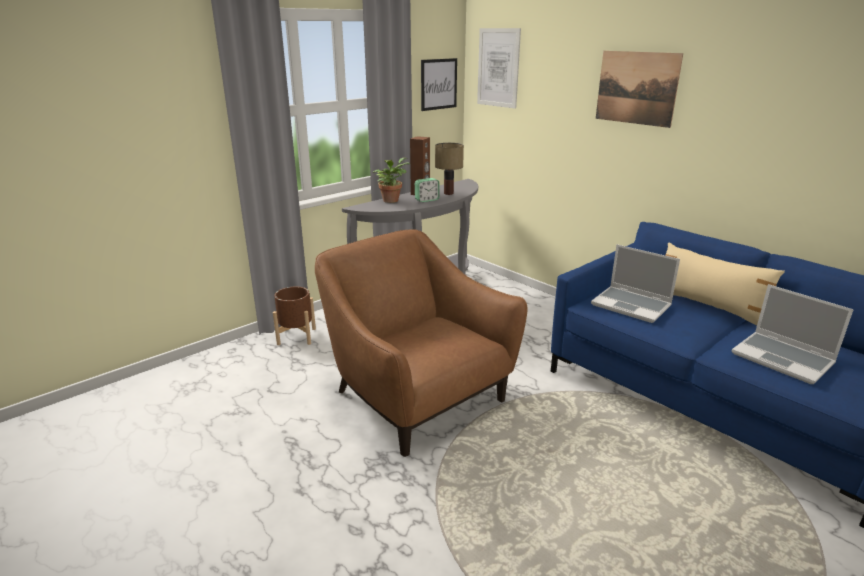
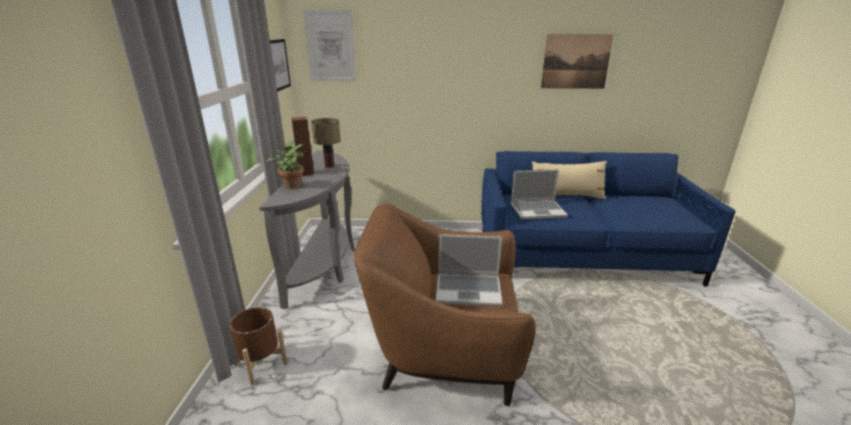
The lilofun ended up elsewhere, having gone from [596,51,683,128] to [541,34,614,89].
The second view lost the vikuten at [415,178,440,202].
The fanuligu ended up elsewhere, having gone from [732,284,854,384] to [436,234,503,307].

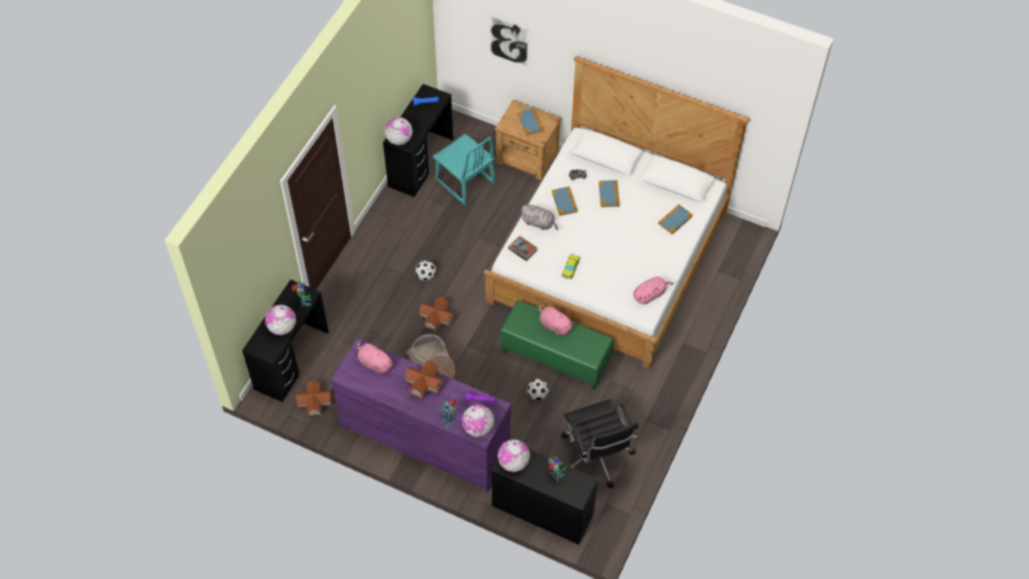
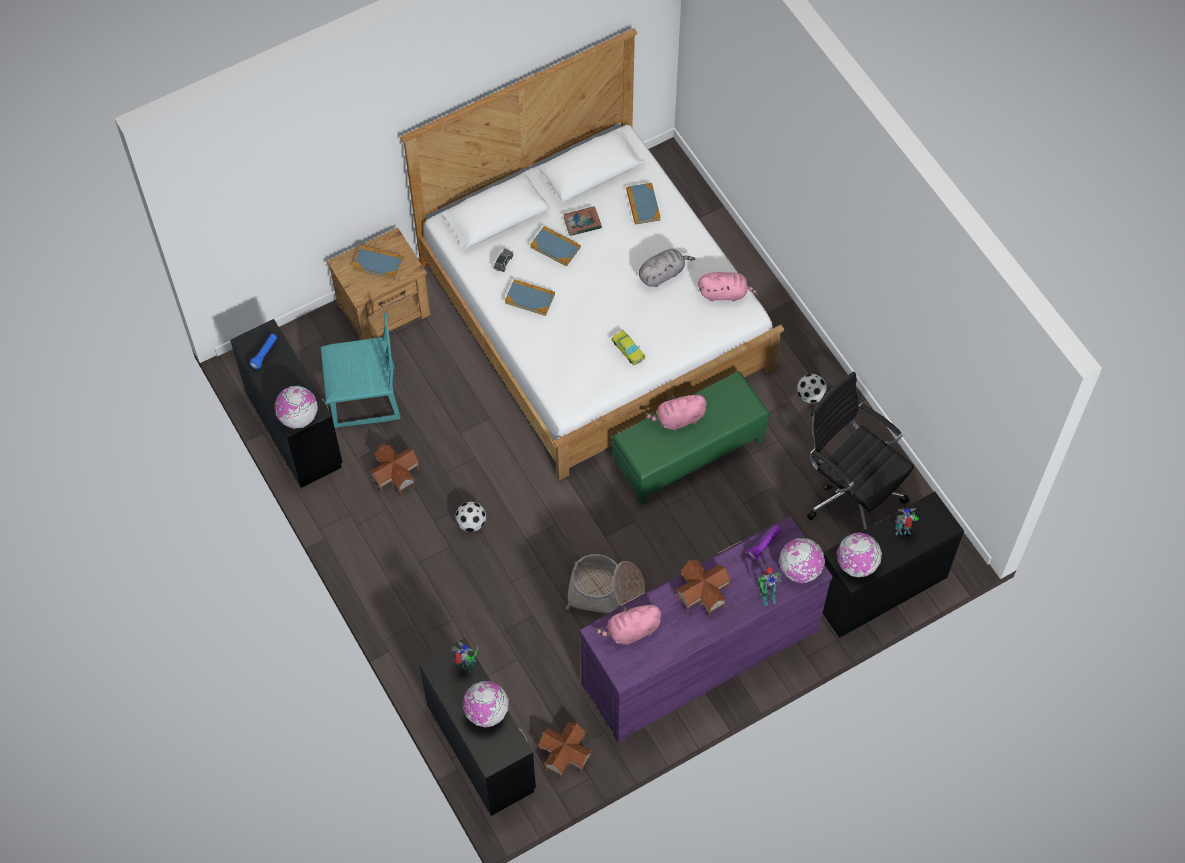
The second view lost the lilofun at [490,15,529,68].
The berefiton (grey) ended up elsewhere, having gone from [520,205,558,230] to [639,249,695,287].
The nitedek ended up elsewhere, having gone from [508,236,538,261] to [563,206,602,236].
The berefiton (pink) at [633,276,674,305] ended up facing another way, 90 degrees clockwise from before.
The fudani ended up elsewhere, having gone from [419,296,454,334] to [369,445,419,496].
The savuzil ended up elsewhere, having gone from [527,379,549,401] to [797,374,827,404].
The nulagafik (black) at [561,399,638,489] ended up facing another way, 150 degrees counterclockwise from before.

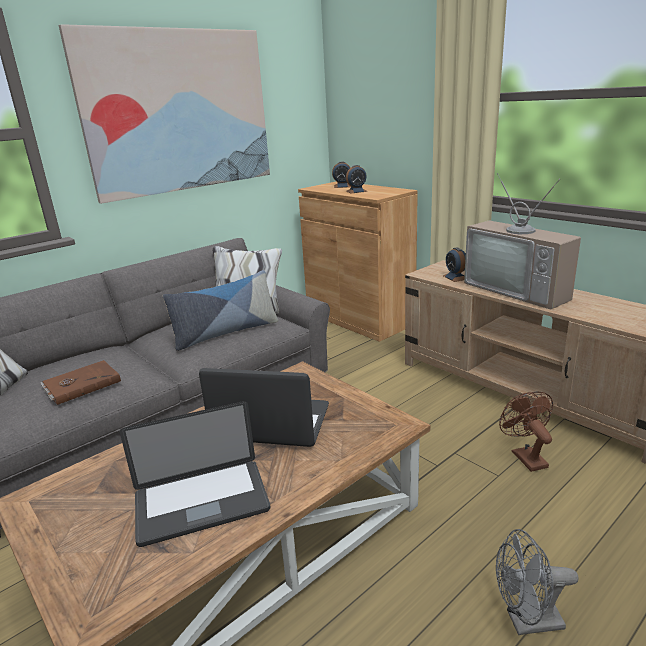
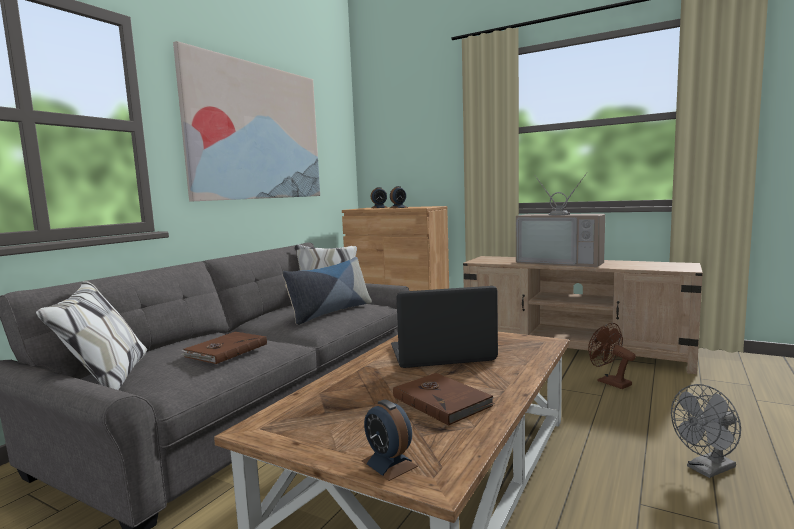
The vikuten ended up elsewhere, having gone from [443,248,466,282] to [362,400,418,481].
Where the fanuligu stood at [120,401,270,547], the nitedek (brown) came to stand at [393,373,495,425].

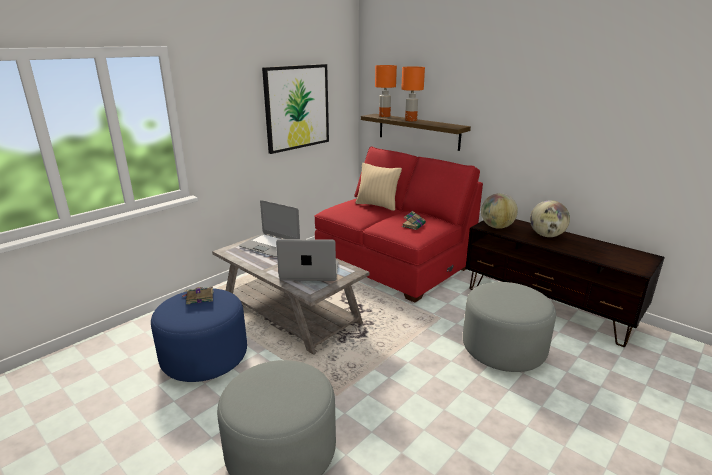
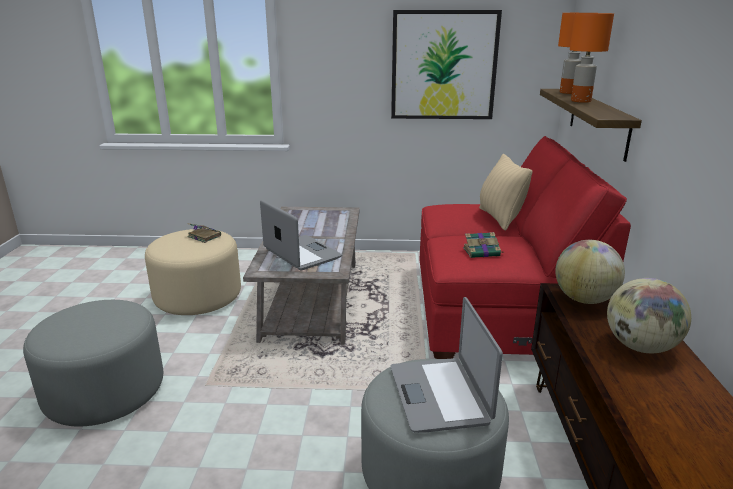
The fanuligu ended up elsewhere, having gone from [239,200,300,257] to [390,297,503,432].
What was the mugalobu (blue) at [151,288,247,382] turned into the mugalobu (beige) at [145,229,241,315].

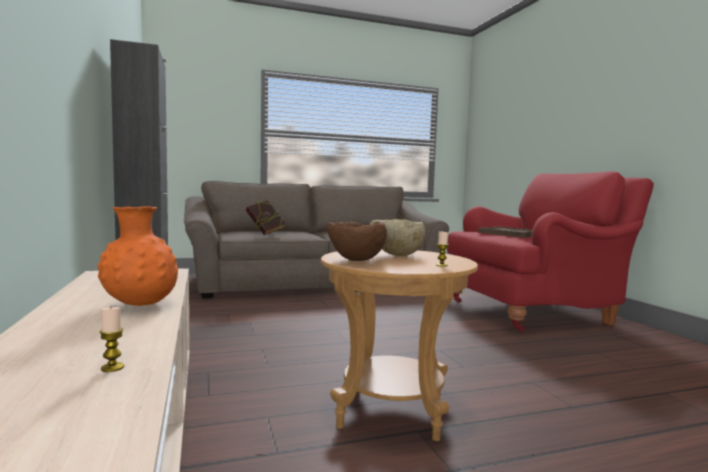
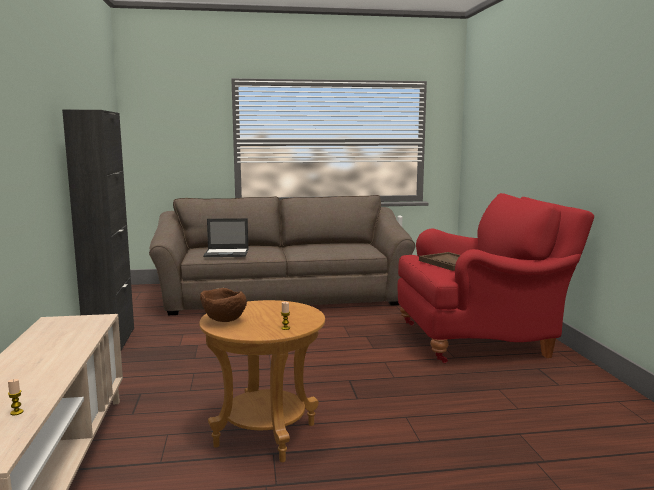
Where the nitedek stood at [246,200,286,235], the fanuligu came to stand at [203,218,248,257].
The second view lost the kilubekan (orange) at [98,206,178,306].
The second view lost the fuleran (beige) at [370,219,425,256].

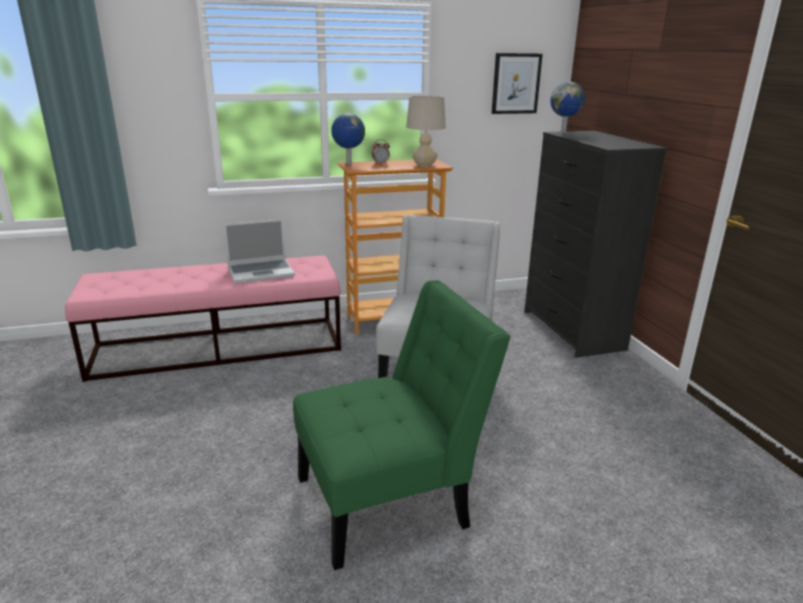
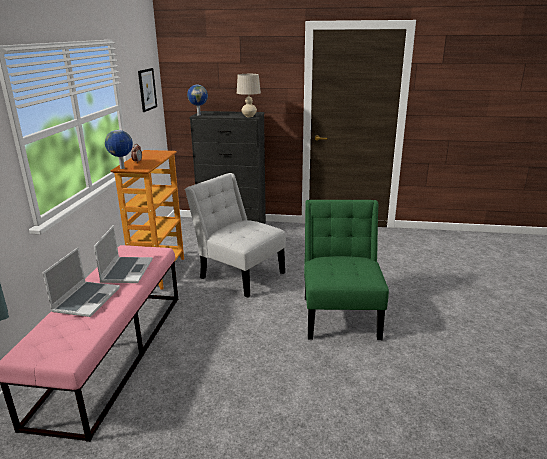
The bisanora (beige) ended up elsewhere, having gone from [406,96,446,167] to [237,74,261,117].
The second view gained the fanuligu at [43,247,120,317].

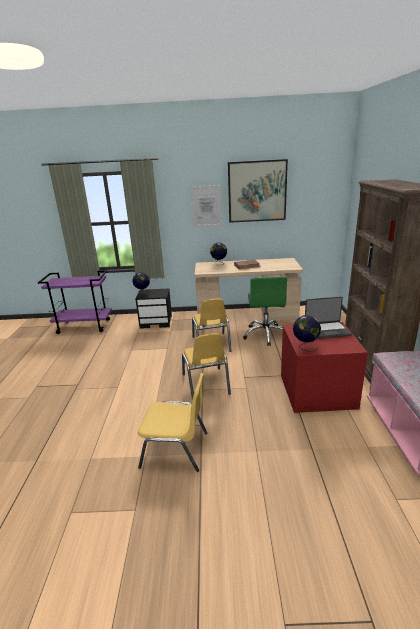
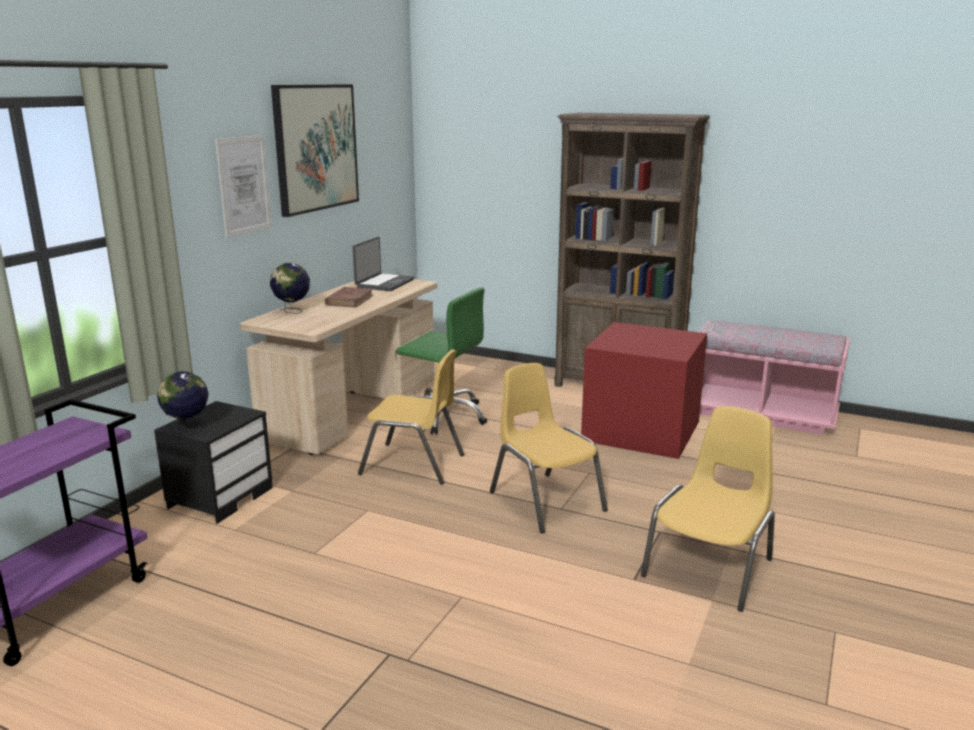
The fanuligu ended up elsewhere, having gone from [305,296,352,339] to [353,237,414,291].
The second view lost the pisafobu at [293,315,321,351].
The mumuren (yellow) at [182,333,231,399] ended up facing another way, 135 degrees counterclockwise from before.

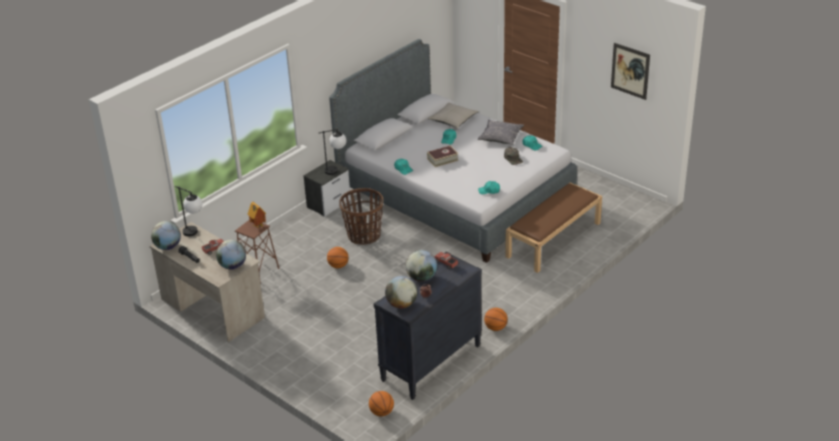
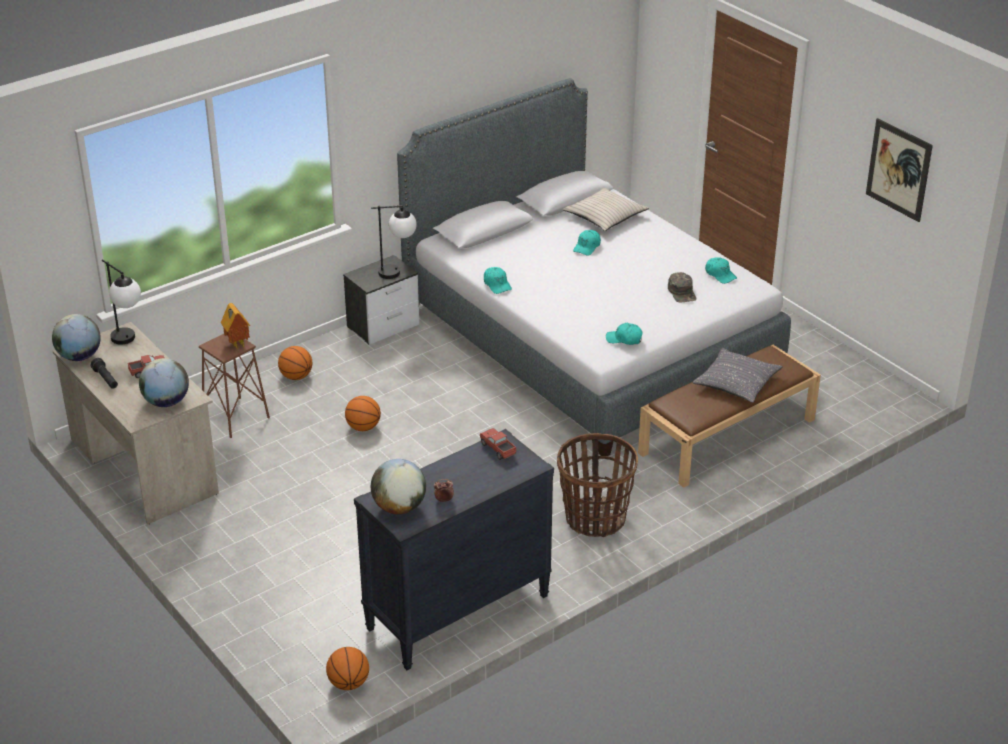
The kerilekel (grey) ended up elsewhere, having gone from [478,120,524,145] to [693,348,783,403].
The second view lost the nitedek at [427,145,458,167].
The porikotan ended up elsewhere, having gone from [339,188,383,245] to [557,433,638,537].
The second view lost the pisafobu at [406,250,437,282].
The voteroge ended up elsewhere, having gone from [484,308,508,331] to [278,346,312,380].

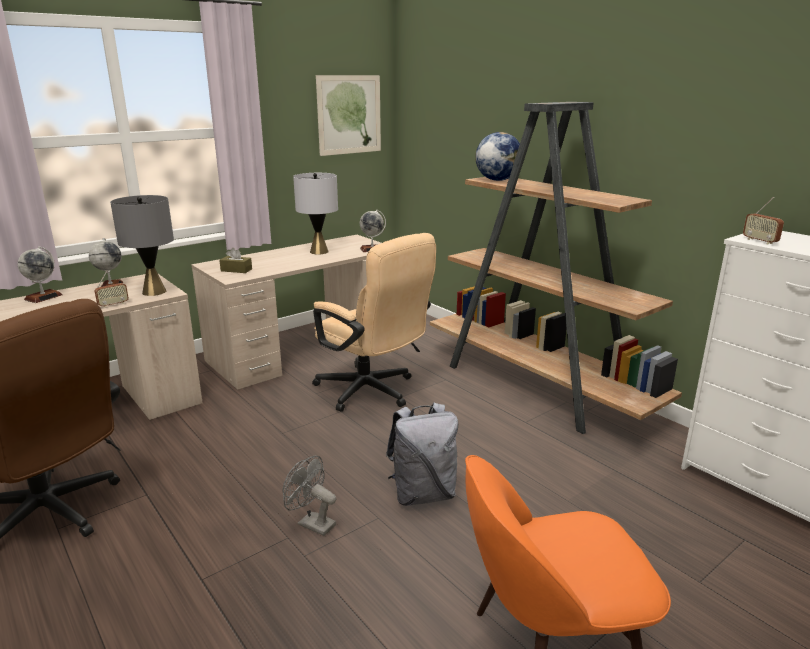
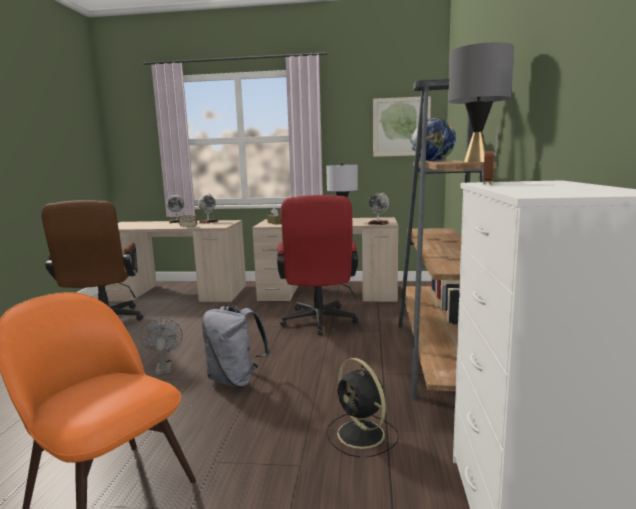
The bisanora (grey) ended up elsewhere, having gone from [110,195,174,296] to [448,42,514,162].
What was the nulagafik (beige) at [312,233,436,412] turned into the nulagafik (red) at [277,195,358,335].
The second view gained the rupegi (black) at [326,358,399,458].

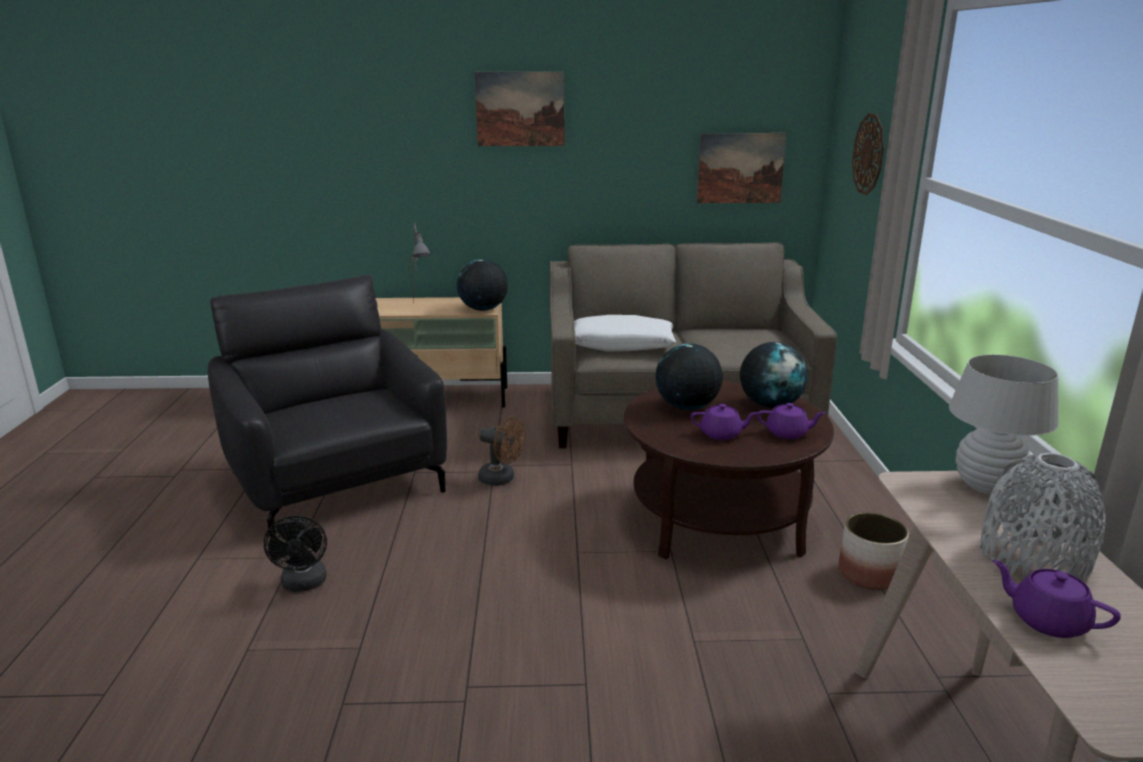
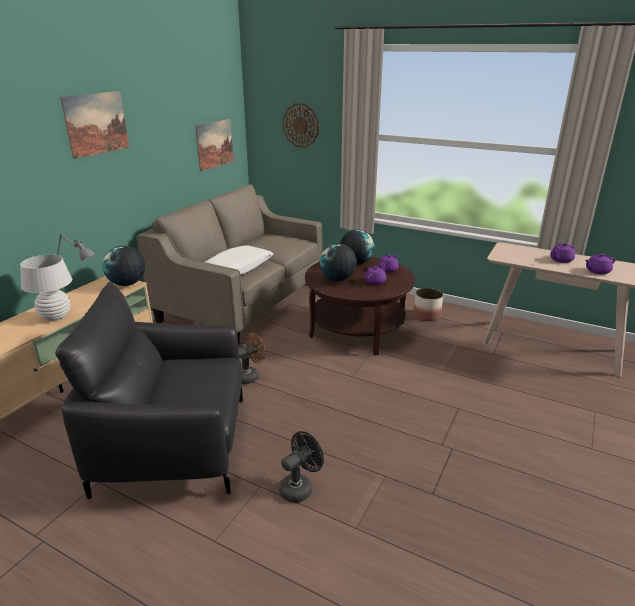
The bisanora (white) ended up elsewhere, having gone from [949,354,1059,494] to [20,254,72,321].
Where the kilubekan (grey) stood at [980,453,1106,581], the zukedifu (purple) came to stand at [550,243,575,263].
The rupegi (black) at [264,515,327,592] ended up facing another way, 60 degrees counterclockwise from before.

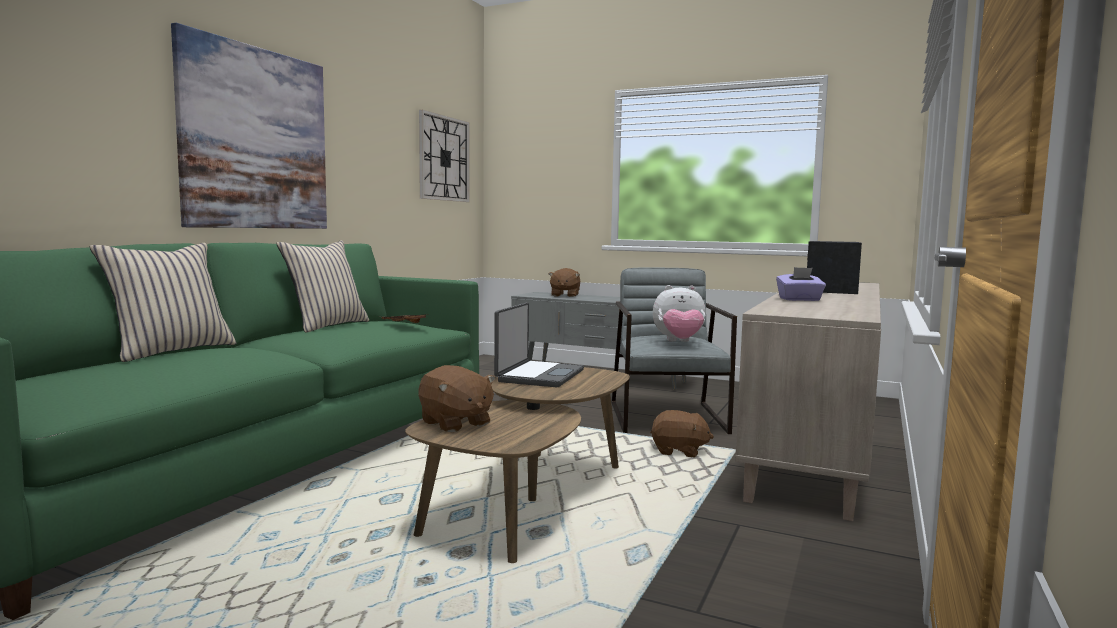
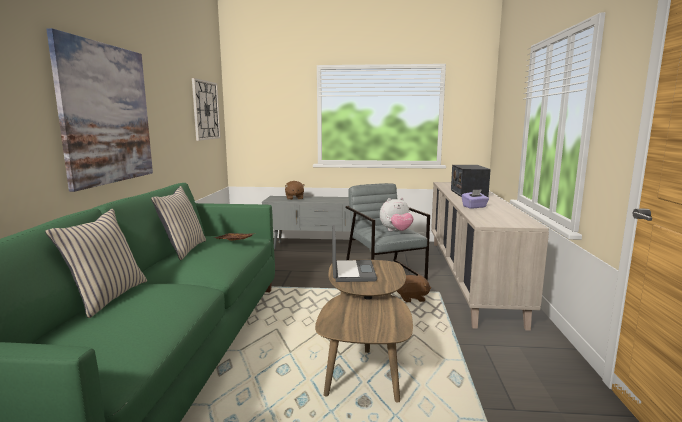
The second view lost the berefiton (brown) at [418,365,496,432].

